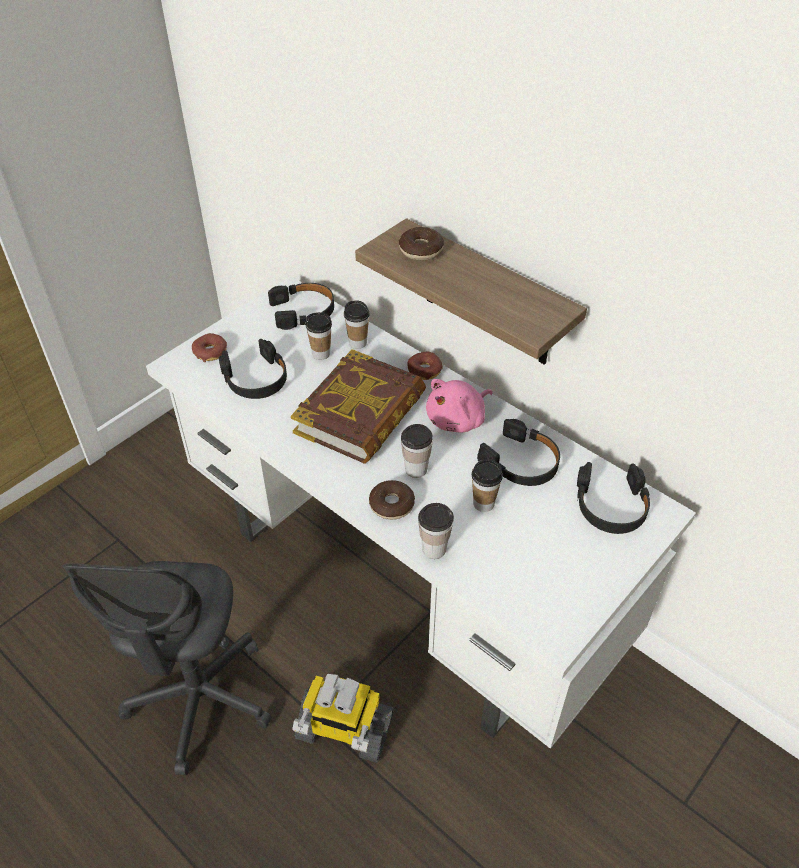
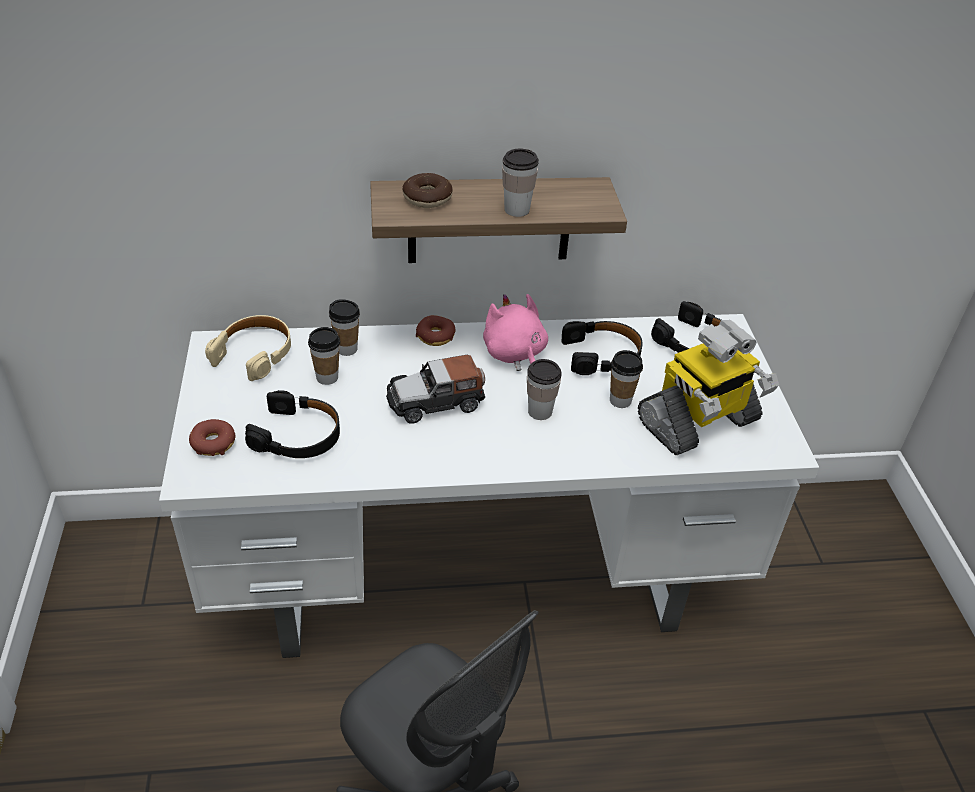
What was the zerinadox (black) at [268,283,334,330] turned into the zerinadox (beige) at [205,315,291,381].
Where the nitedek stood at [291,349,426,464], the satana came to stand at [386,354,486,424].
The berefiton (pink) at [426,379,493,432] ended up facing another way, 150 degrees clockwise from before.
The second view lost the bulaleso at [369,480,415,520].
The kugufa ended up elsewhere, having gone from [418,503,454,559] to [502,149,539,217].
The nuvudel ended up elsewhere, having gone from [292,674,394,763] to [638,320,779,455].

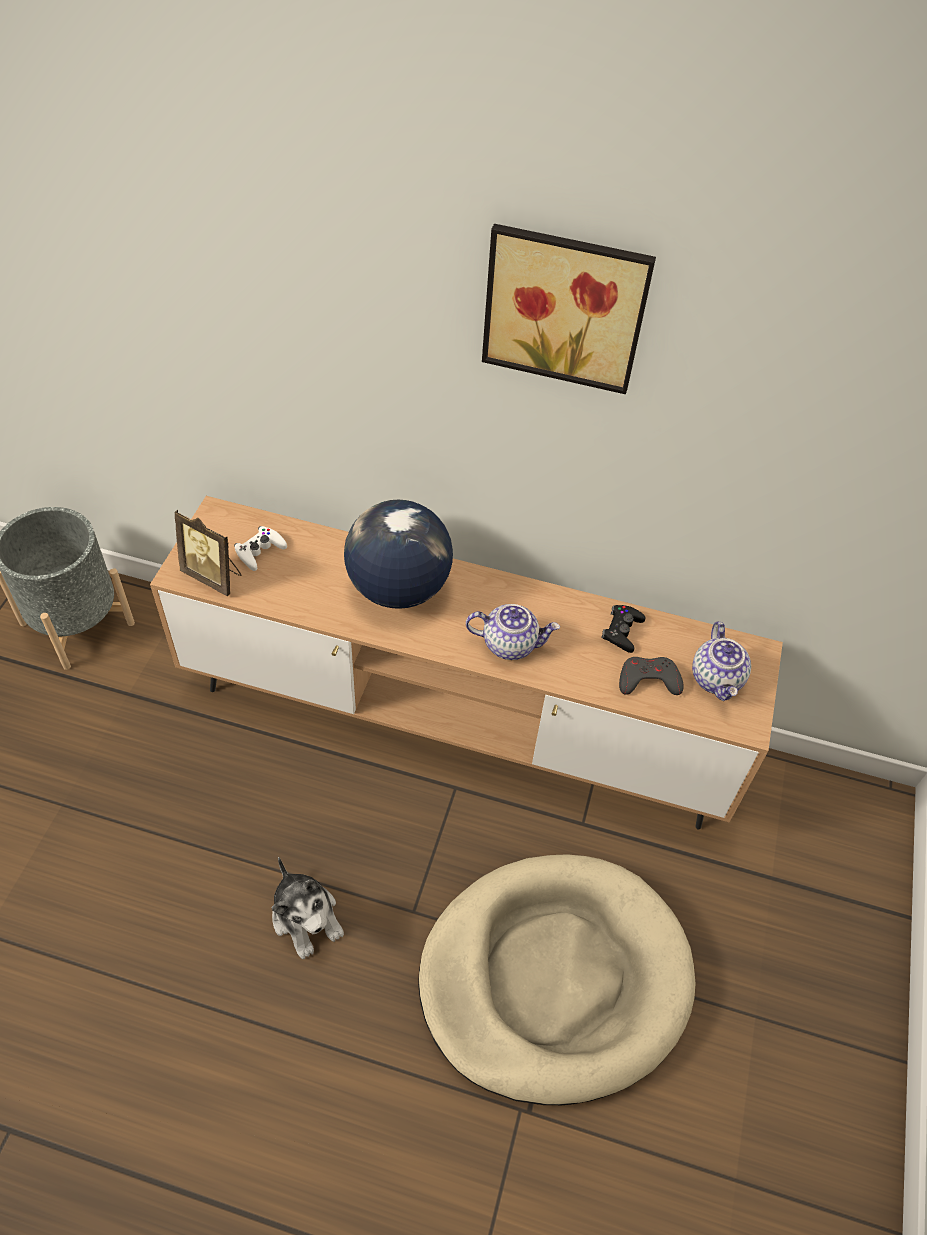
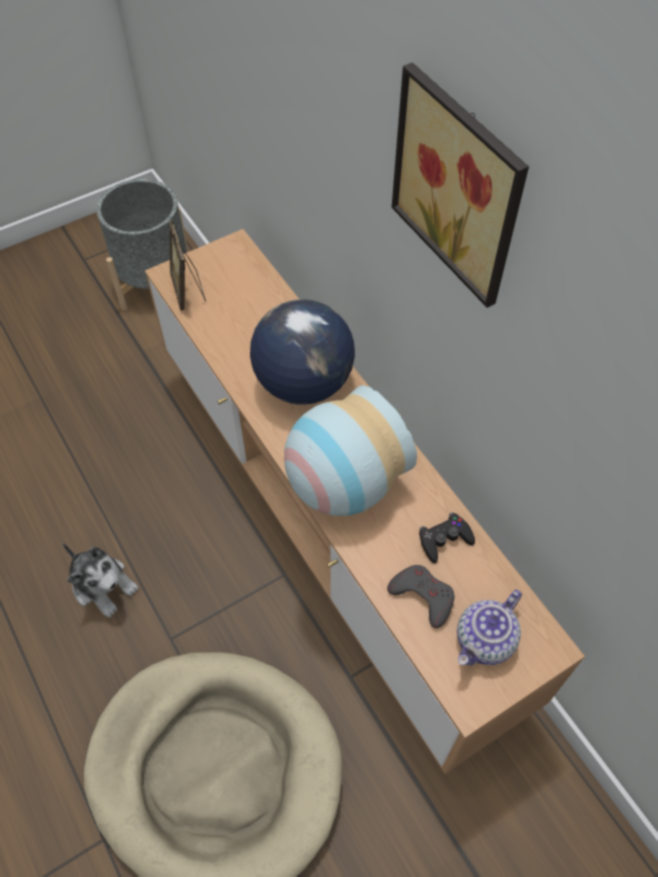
The second view lost the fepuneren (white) at [234,526,287,571].
Where the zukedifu stood at [466,604,560,660], the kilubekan came to stand at [284,385,417,516].
The berefiton at [272,857,344,959] ended up facing another way, 60 degrees counterclockwise from before.

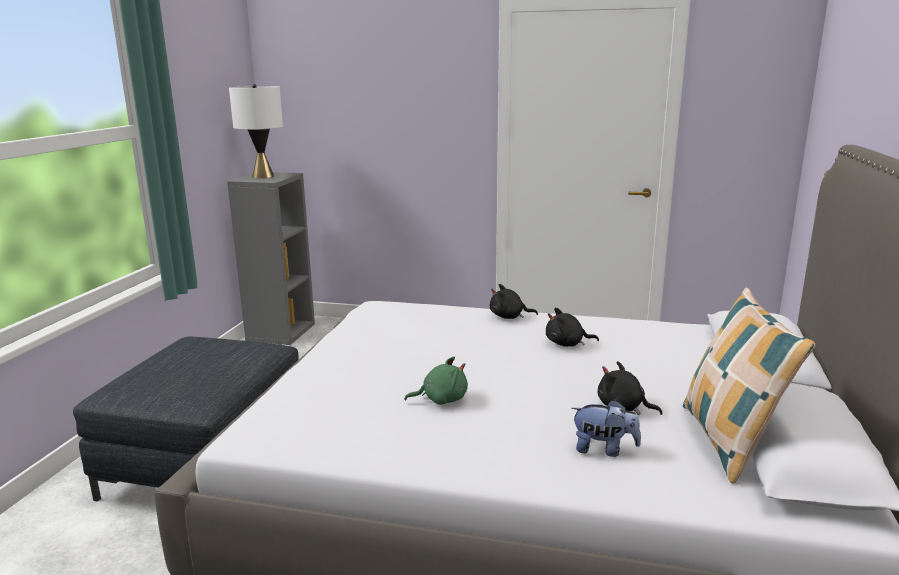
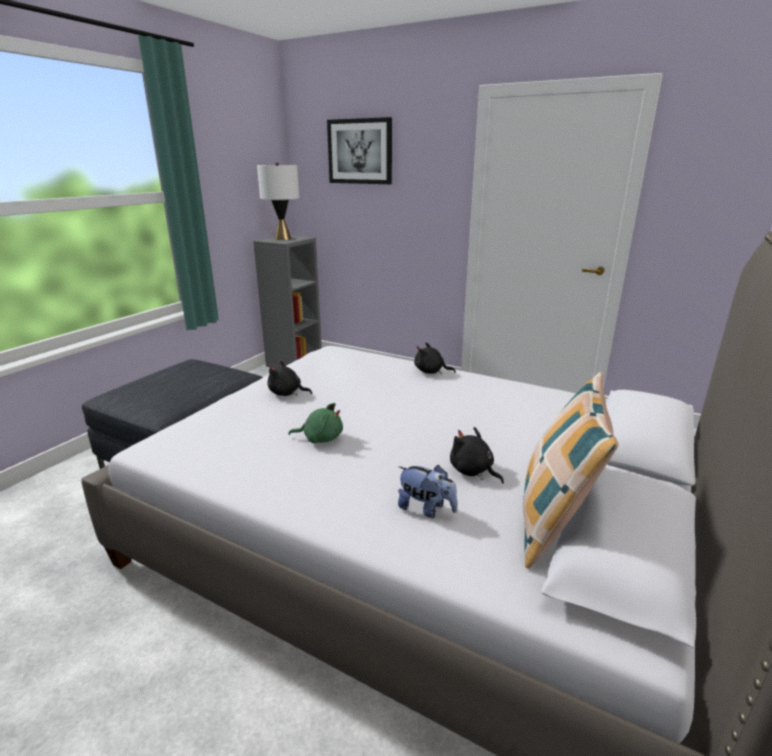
The berefiton (black) ended up elsewhere, having gone from [546,308,599,347] to [267,361,312,396].
The second view gained the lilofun at [327,117,392,184].

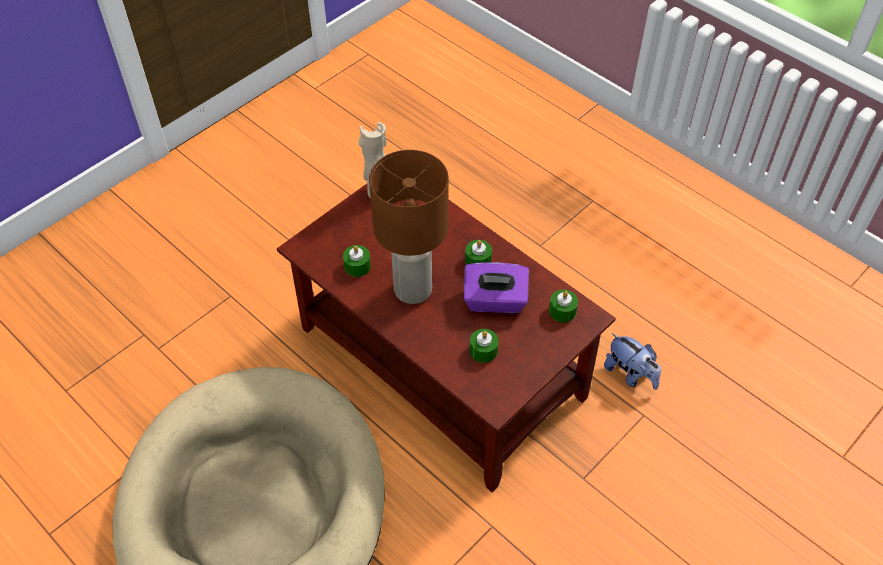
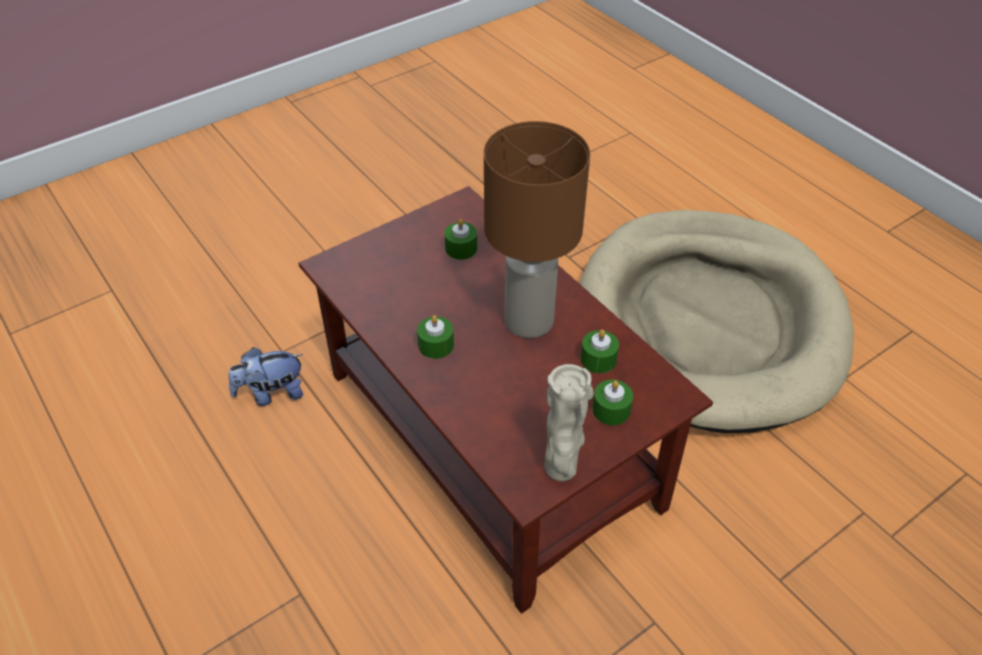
The second view lost the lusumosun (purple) at [464,262,529,313].
The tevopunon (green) ended up elsewhere, having gone from [549,290,578,323] to [592,380,633,425].
The berefiton at [604,333,661,390] ended up facing another way, 75 degrees counterclockwise from before.

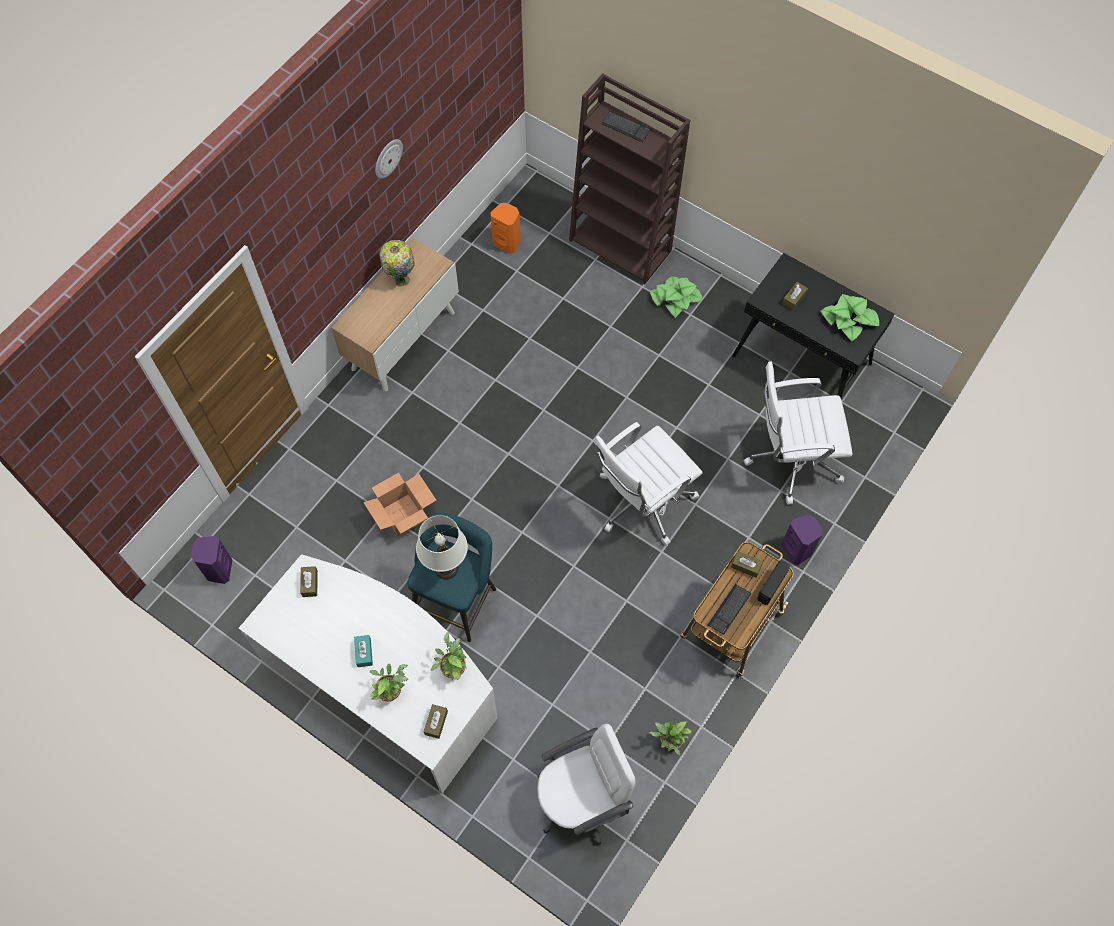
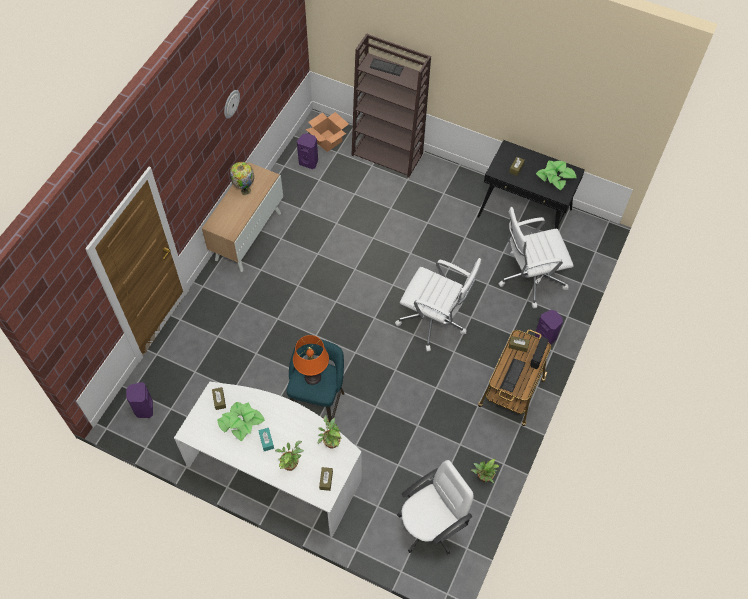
What was the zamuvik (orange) at [490,203,521,254] turned into the zamuvik (purple) at [297,133,318,169].
The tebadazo ended up elsewhere, having gone from [650,276,703,318] to [217,402,265,442].
The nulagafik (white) at [595,422,703,546] ended up facing another way, 105 degrees counterclockwise from before.
The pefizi ended up elsewhere, having gone from [363,473,436,536] to [306,112,349,152].
What was the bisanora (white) at [416,515,468,580] turned into the bisanora (orange) at [293,335,329,385].

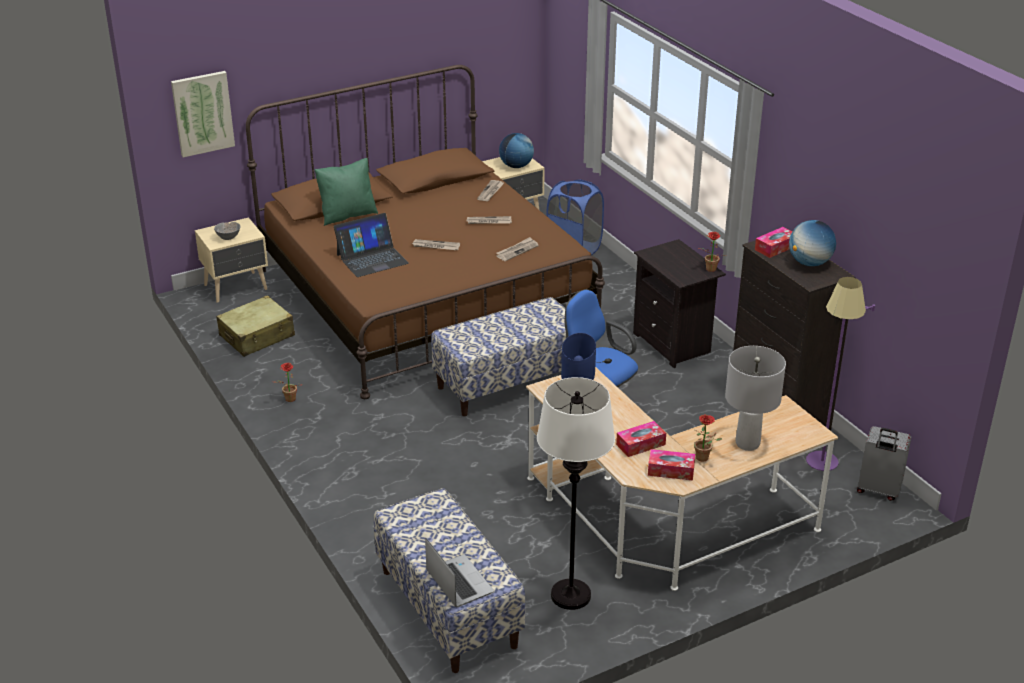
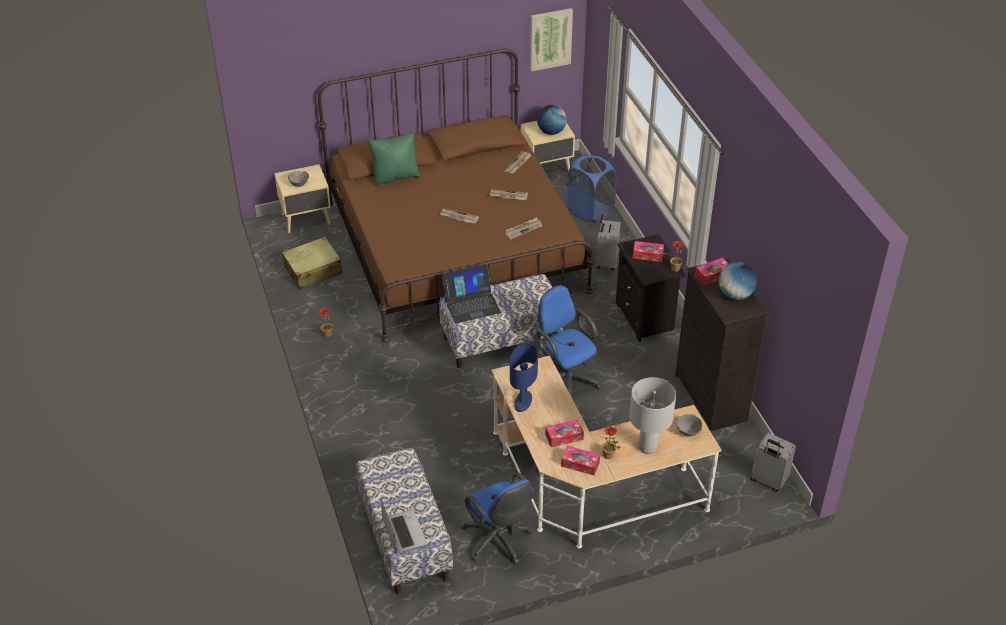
The lilofun ended up elsewhere, having gone from [171,71,235,157] to [530,8,573,72].
The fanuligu ended up elsewhere, having gone from [334,213,409,277] to [441,264,501,323].
The second view lost the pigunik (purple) at [806,277,875,471].
Where the pigunik (white) stood at [537,377,615,610], the nulagafik (blue) came to stand at [461,473,534,564].
The second view gained the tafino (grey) at [596,215,621,270].
The second view gained the lusumosun at [633,241,664,262].
The second view gained the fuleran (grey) at [676,414,702,436].

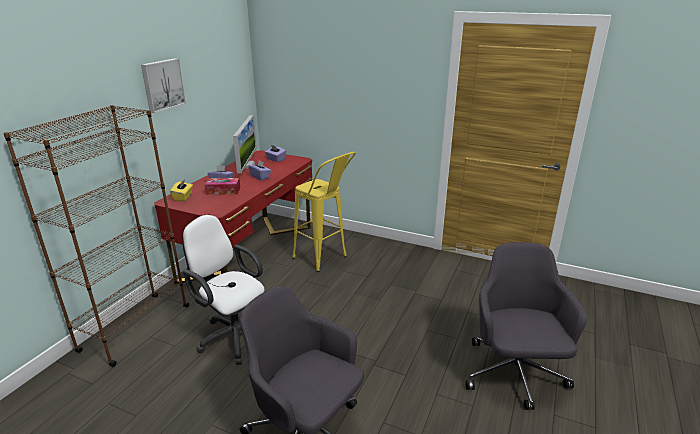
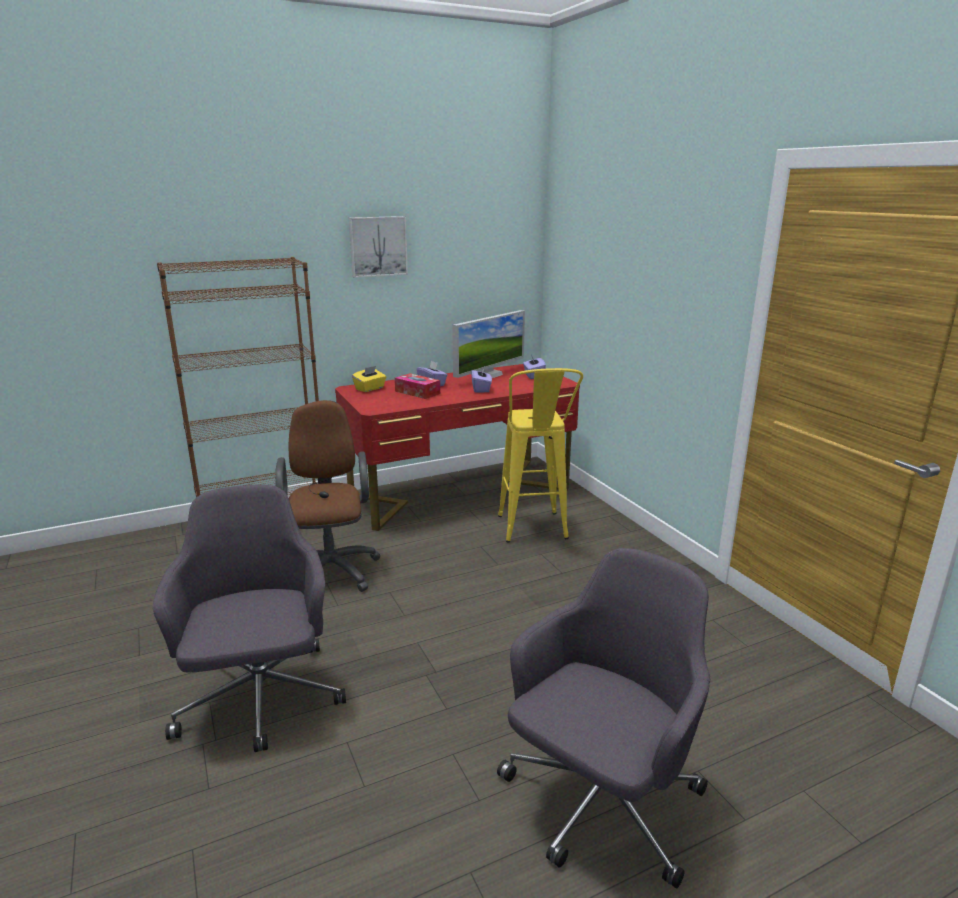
What was the nulagafik (white) at [183,215,265,365] turned into the nulagafik (brown) at [275,400,381,592].

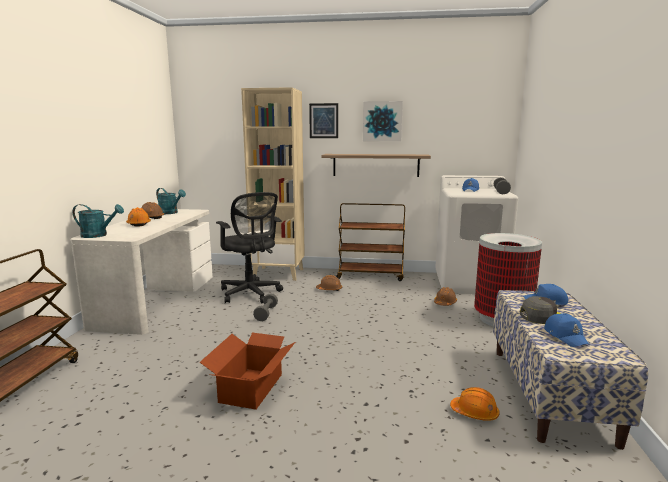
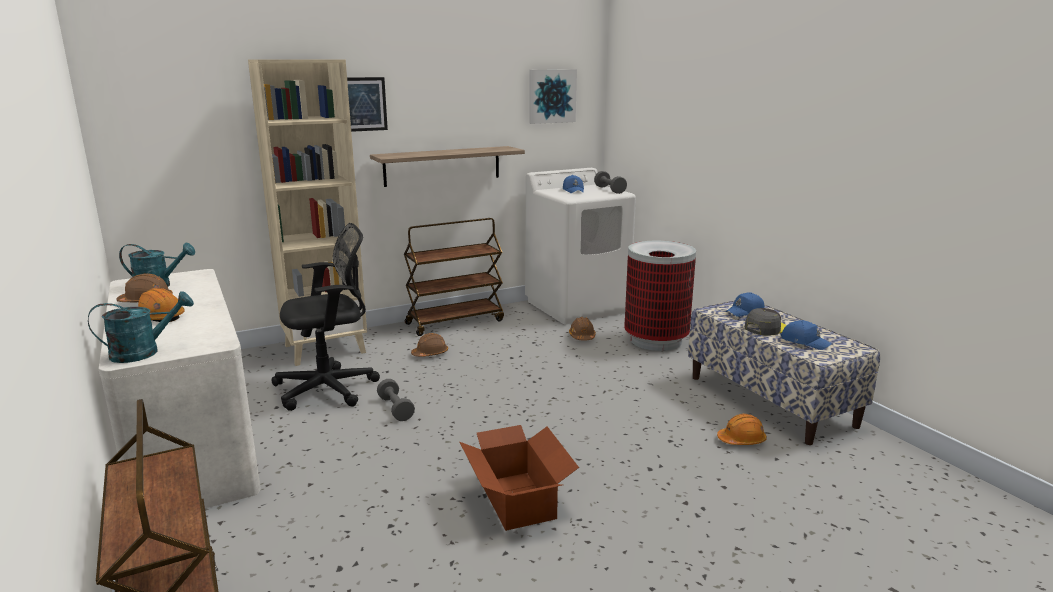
The lilofun ended up elsewhere, having gone from [363,101,403,141] to [529,69,577,124].
The nulagafik (black) at [216,192,283,304] ended up facing another way, 45 degrees counterclockwise from before.

